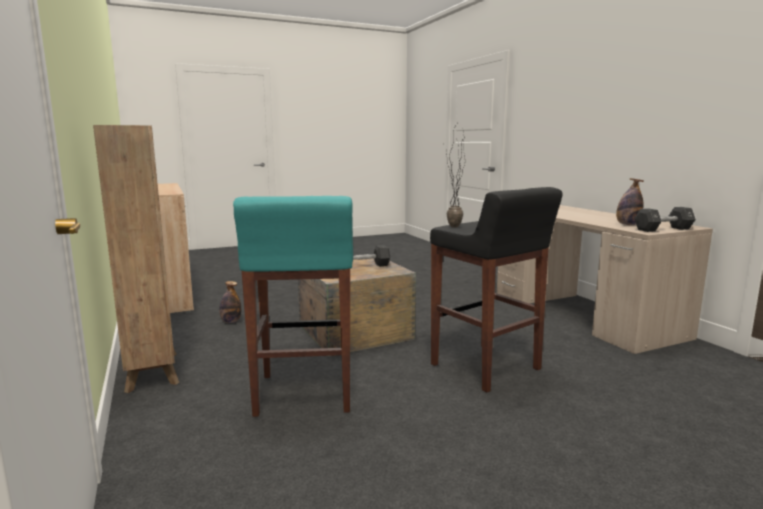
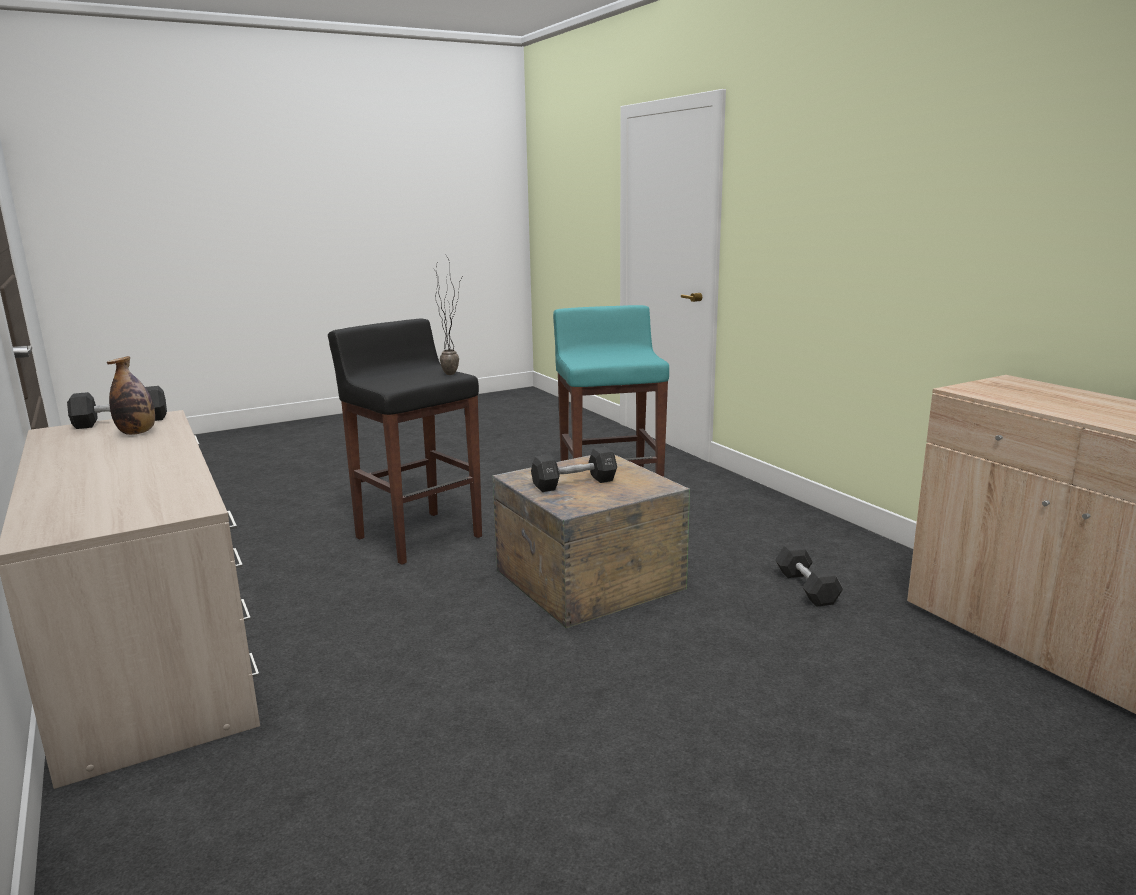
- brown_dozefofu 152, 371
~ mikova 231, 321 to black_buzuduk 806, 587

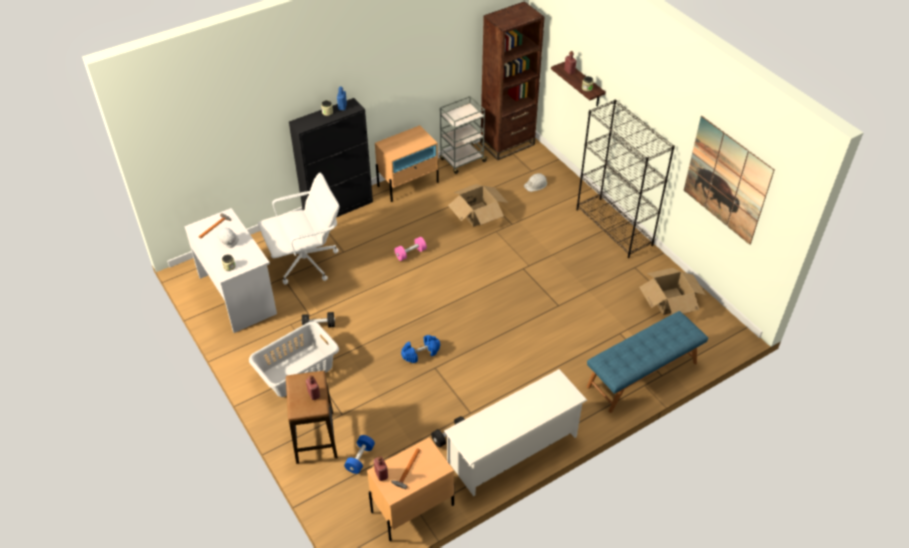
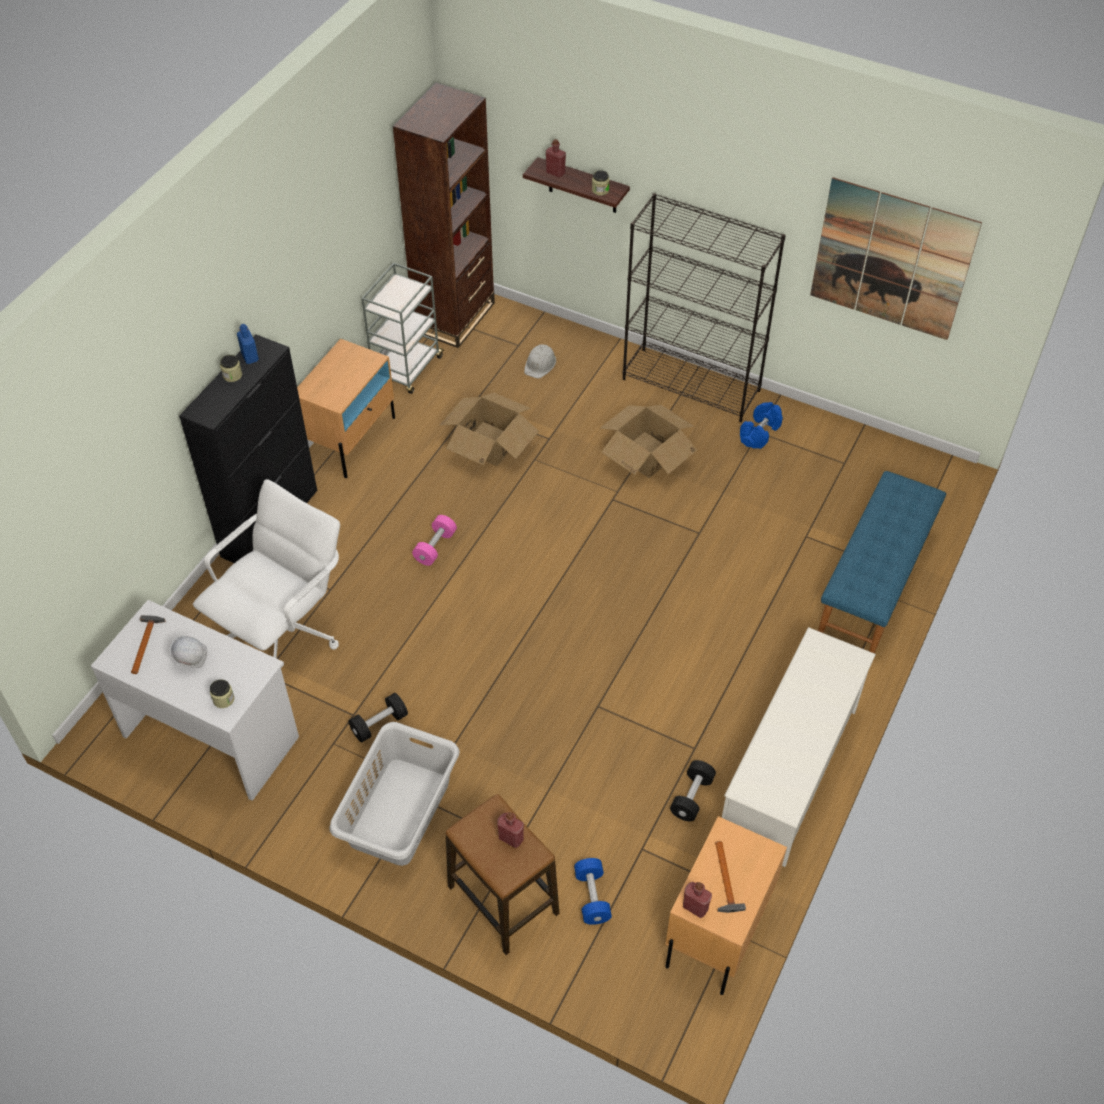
~ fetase 670, 301 to 647, 454
~ blue_buzuduk 421, 353 to 759, 432

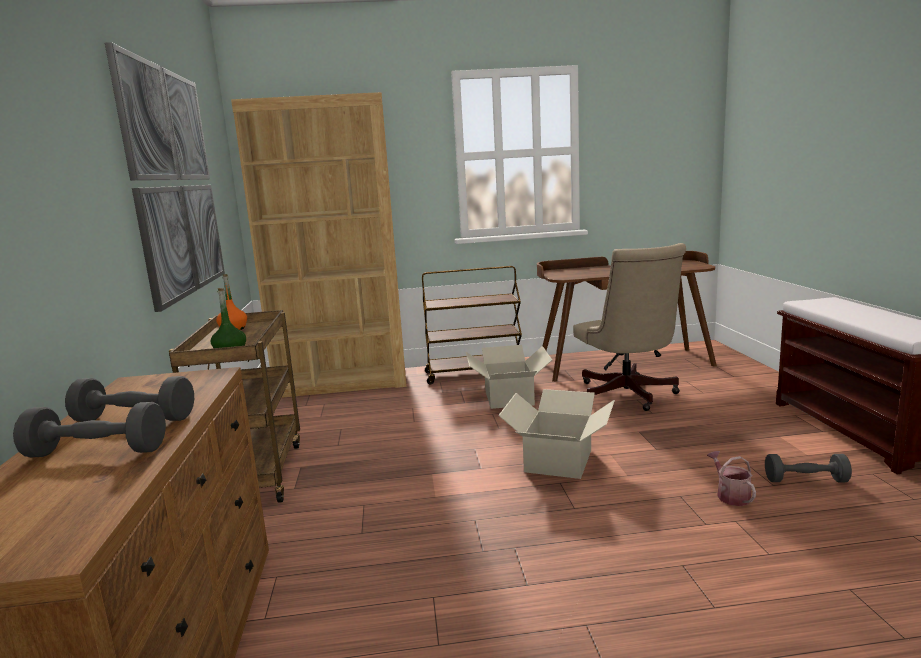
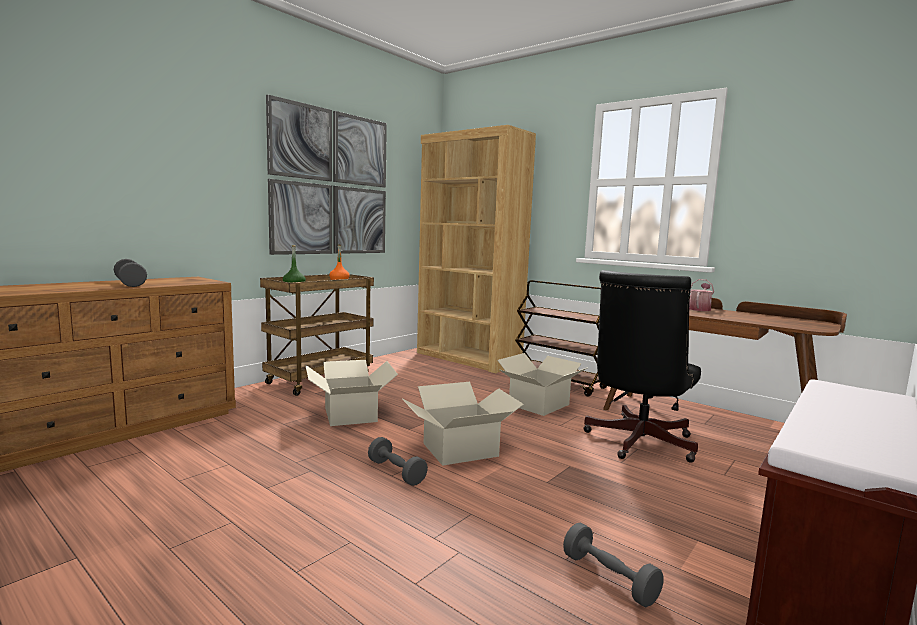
~ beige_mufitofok 628, 396 to black_mufitofok 637, 443
~ grey_buzuduk 97, 452 to 396, 472
~ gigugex 730, 495 to 699, 309
+ fetase 351, 414

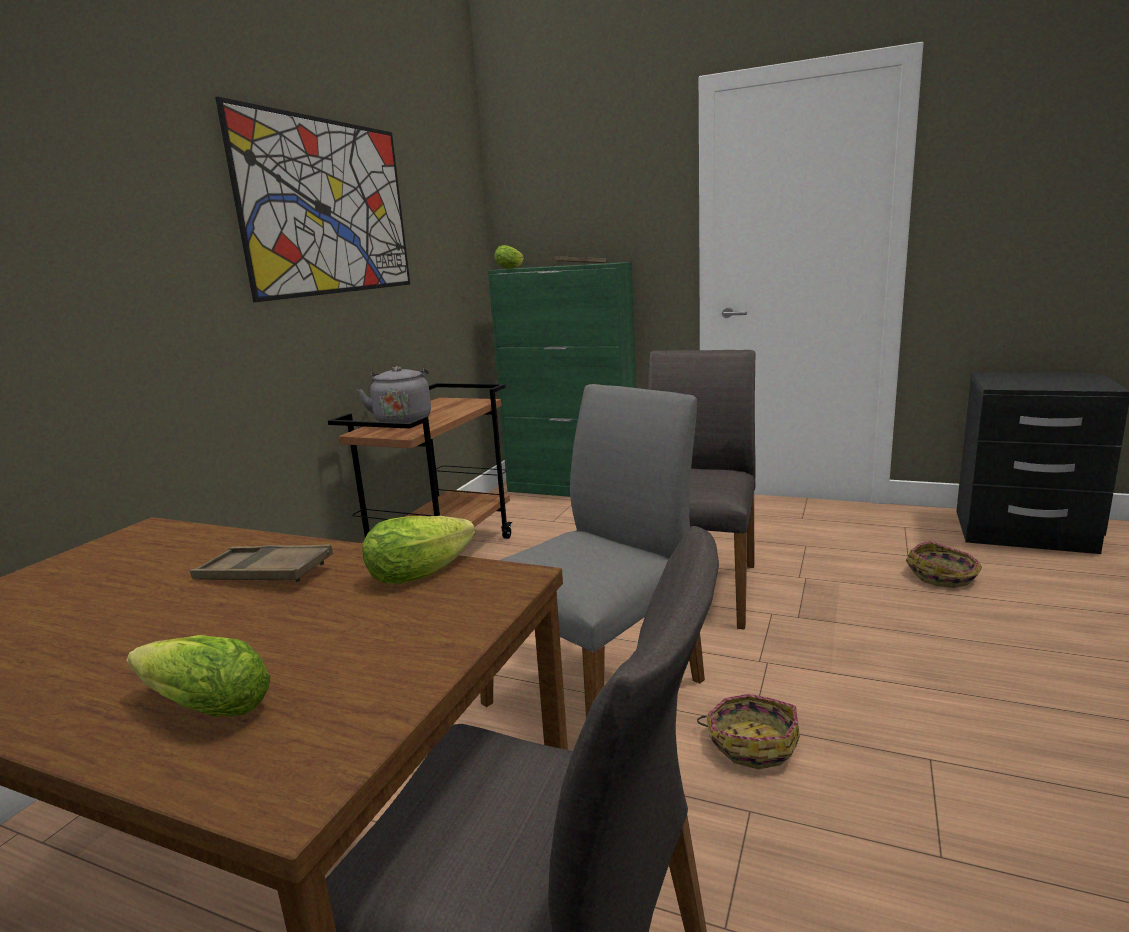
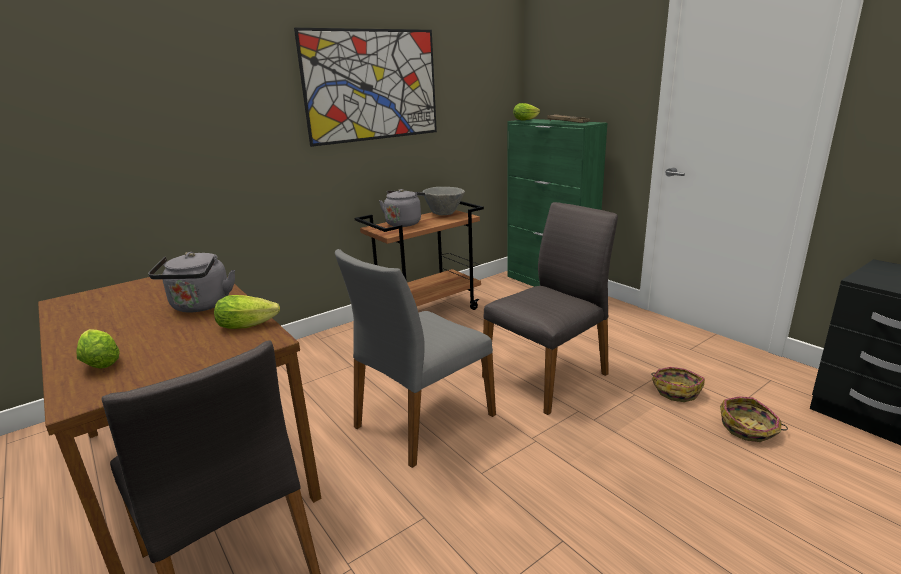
~ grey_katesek 599, 691 = 422, 420 150 degrees clockwise
~ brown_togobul 264, 573 to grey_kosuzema 200, 306
~ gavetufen 751, 743 to 676, 390
+ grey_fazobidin 444, 214

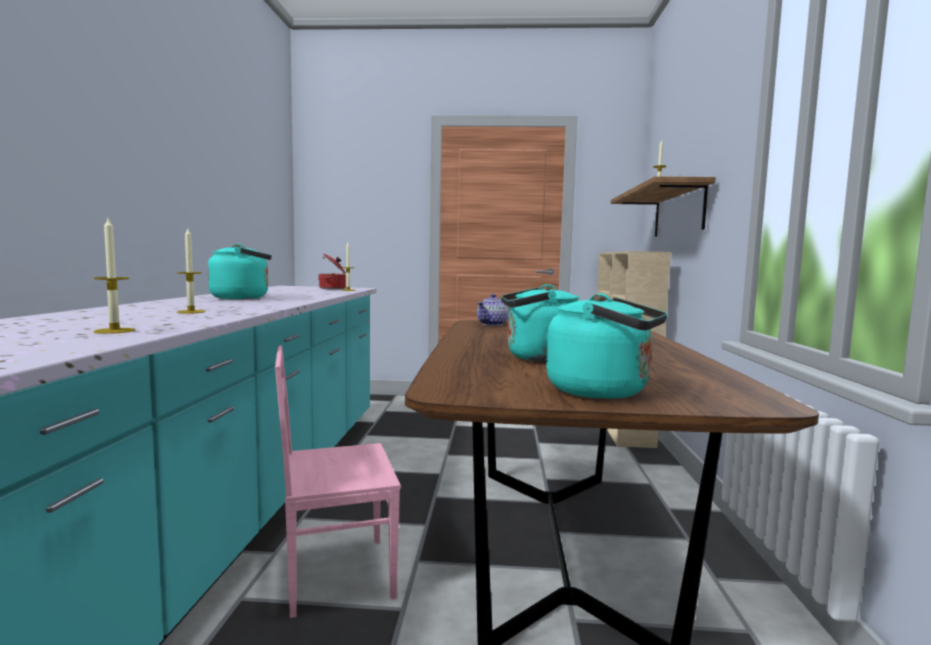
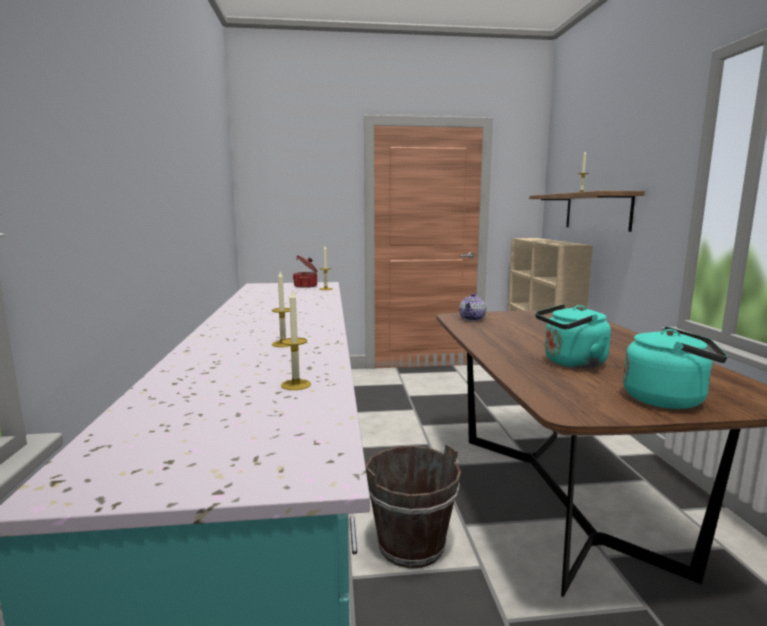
- turquoise_kosuzema 244, 298
~ pink_katesek 337, 574 to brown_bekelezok 411, 545

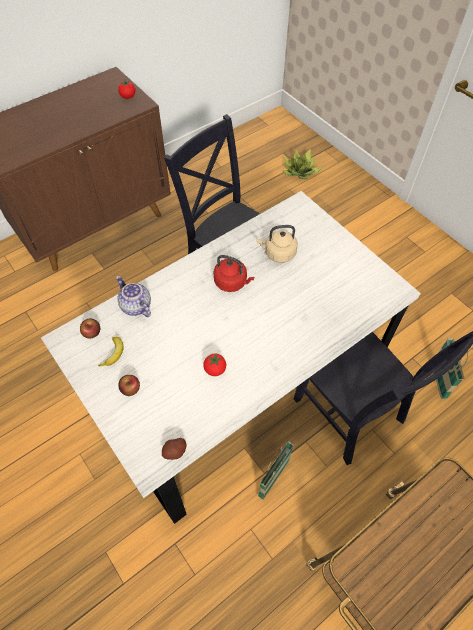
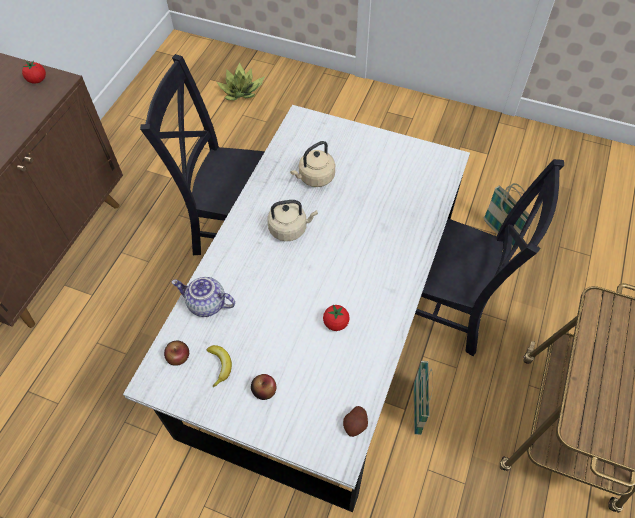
~ red_kosuzema 232, 282 to beige_kosuzema 290, 229

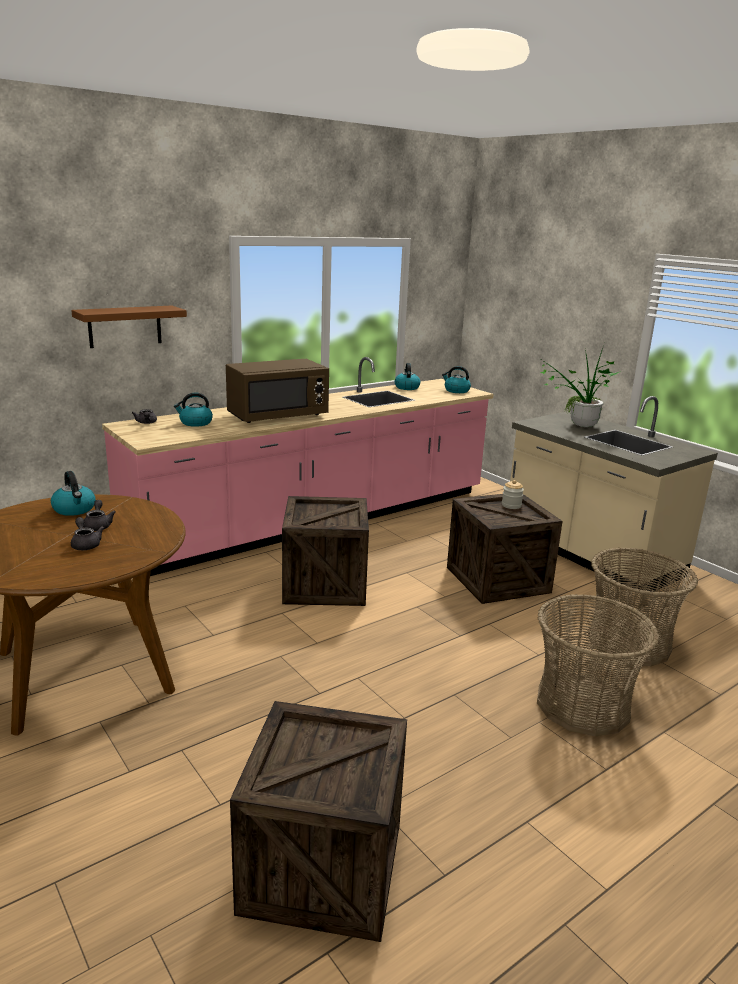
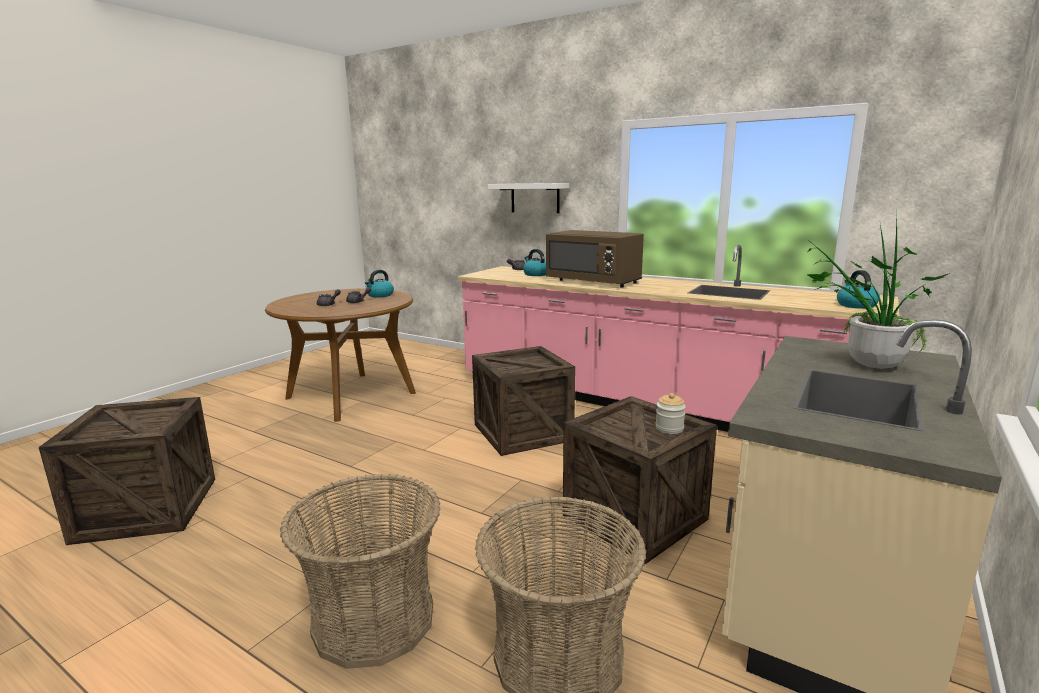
~ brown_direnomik 125, 326 to white_direnomik 535, 198
- kosuzema 406, 387

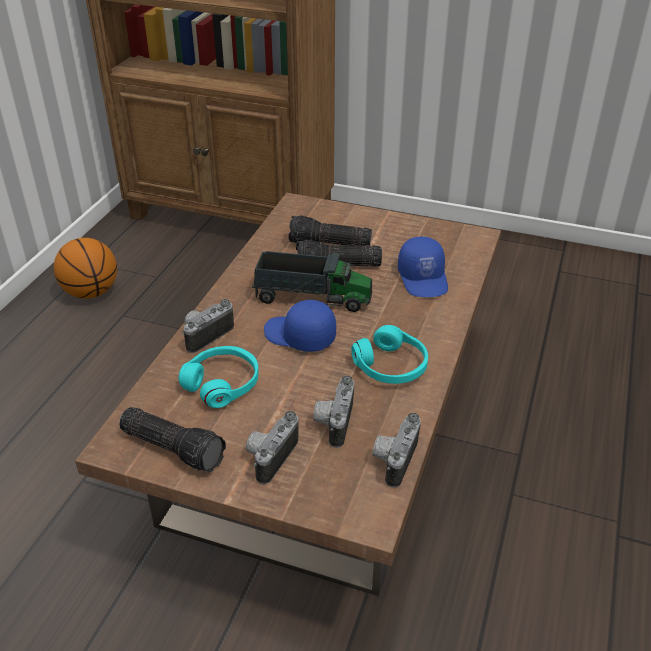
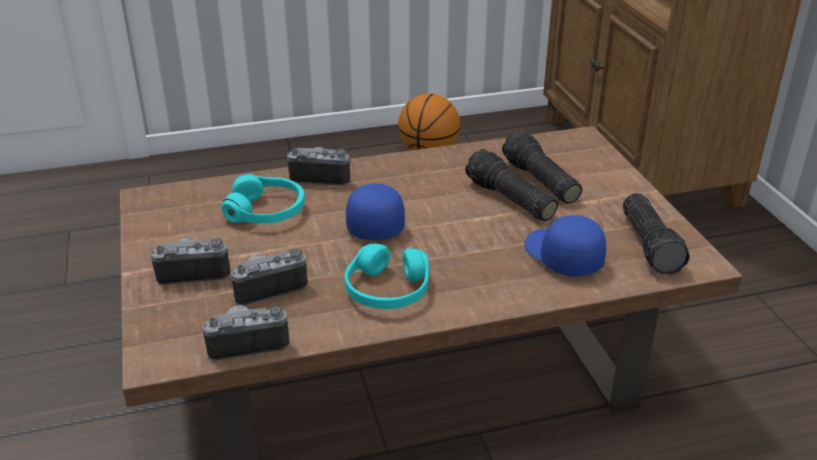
~ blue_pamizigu 424, 279 = 561, 257 105 degrees clockwise
- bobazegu 312, 297
~ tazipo 174, 447 to 651, 245

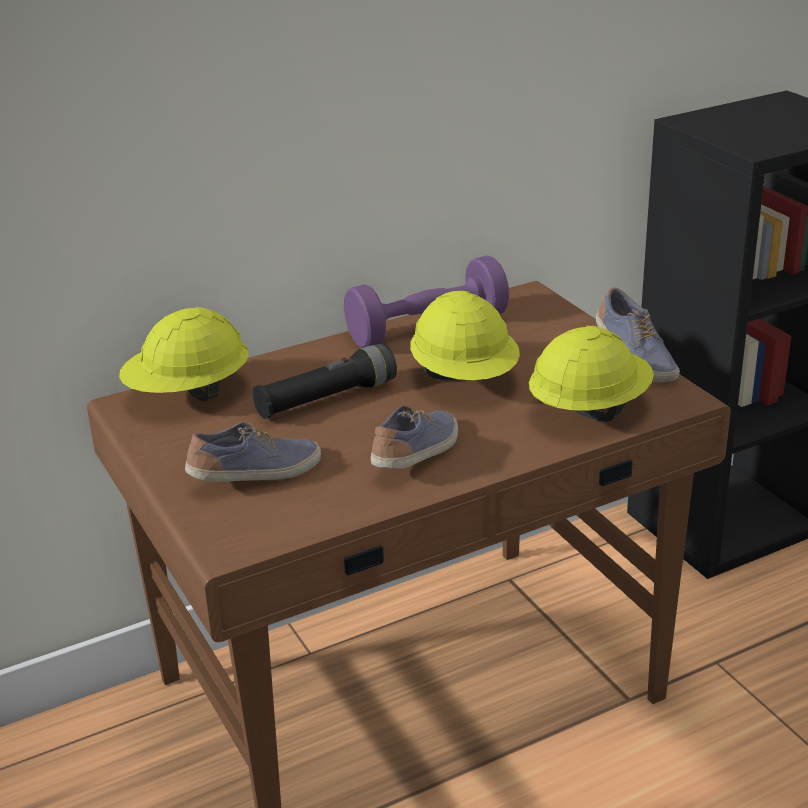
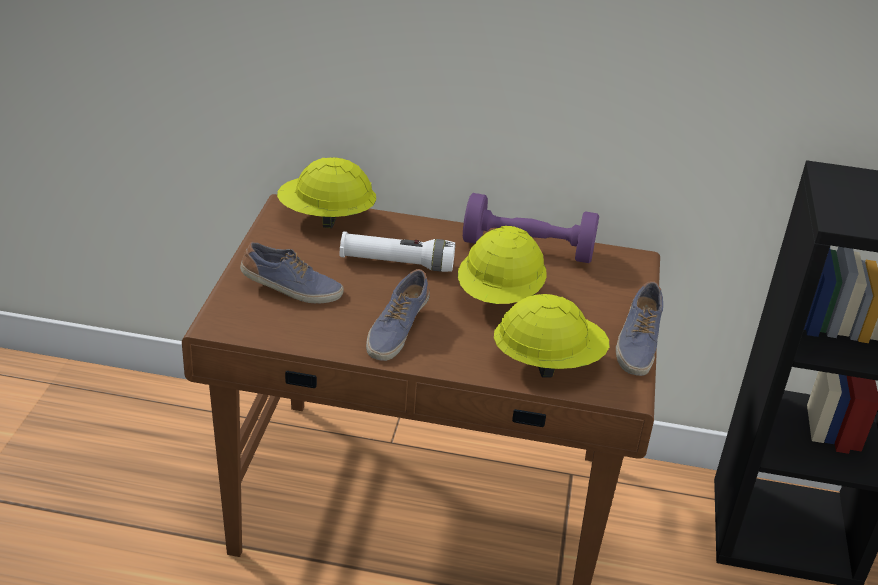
~ black_tazipo 326, 399 to white_tazipo 397, 263
~ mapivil 418, 455 = 396, 330 135 degrees clockwise

